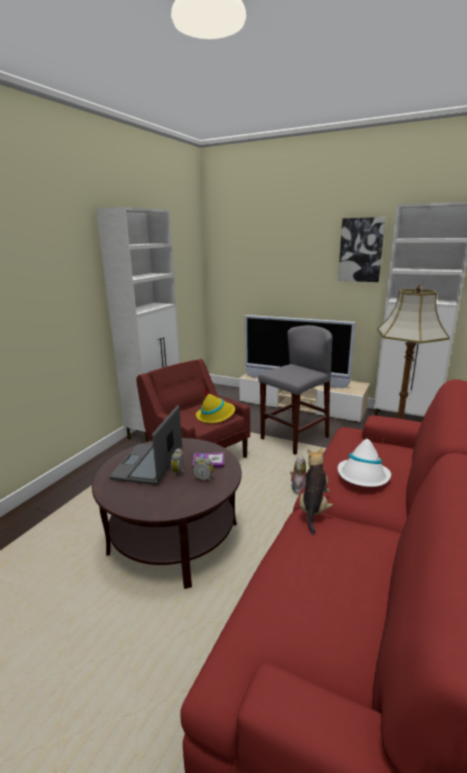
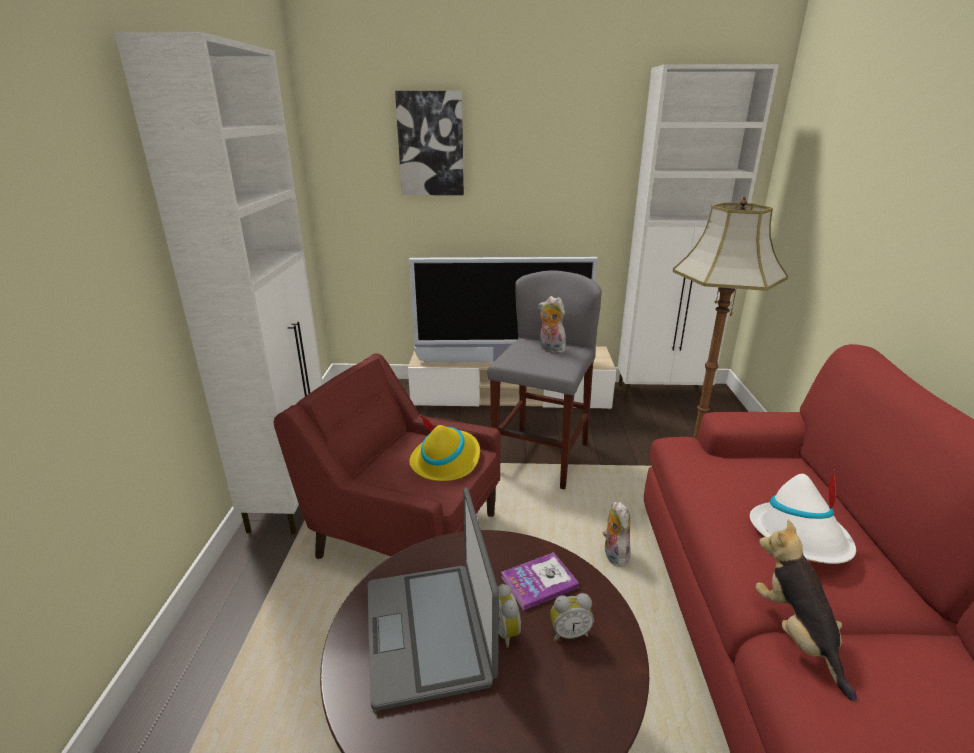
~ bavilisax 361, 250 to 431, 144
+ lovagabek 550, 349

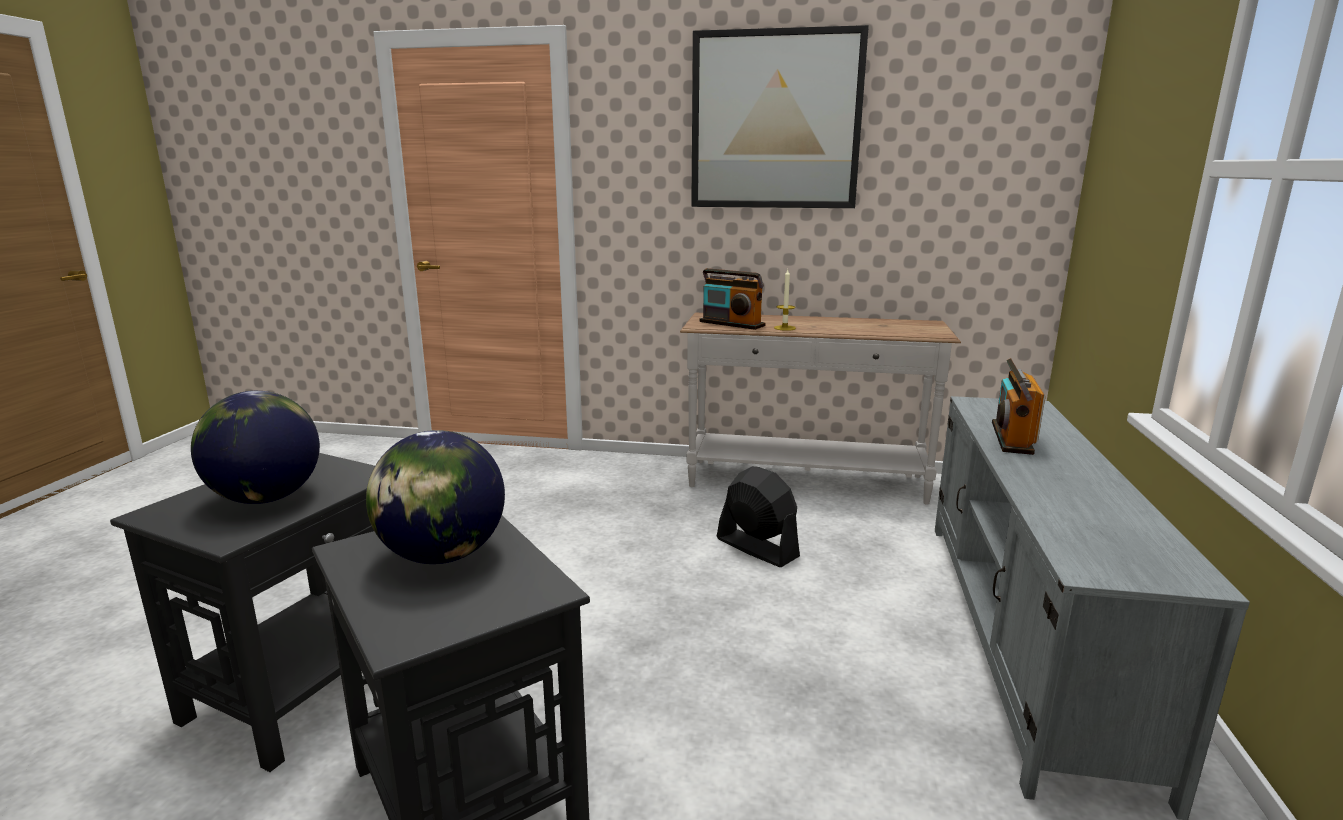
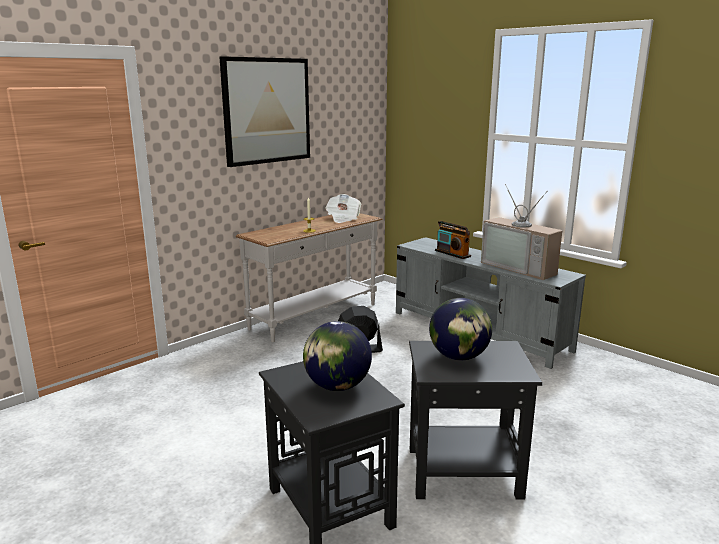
- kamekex 731, 324
+ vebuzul 521, 267
+ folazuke 343, 218

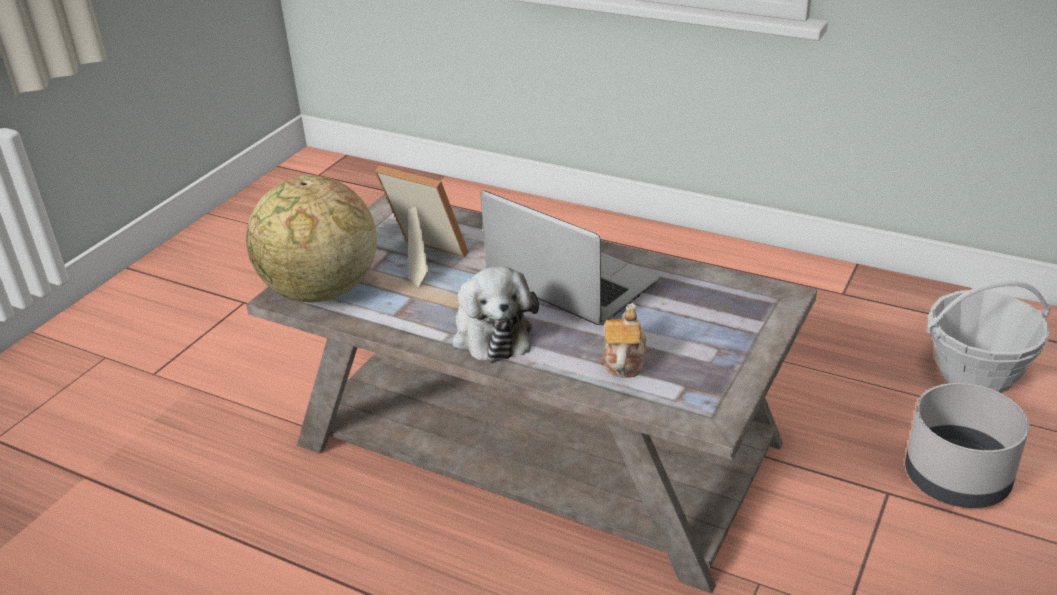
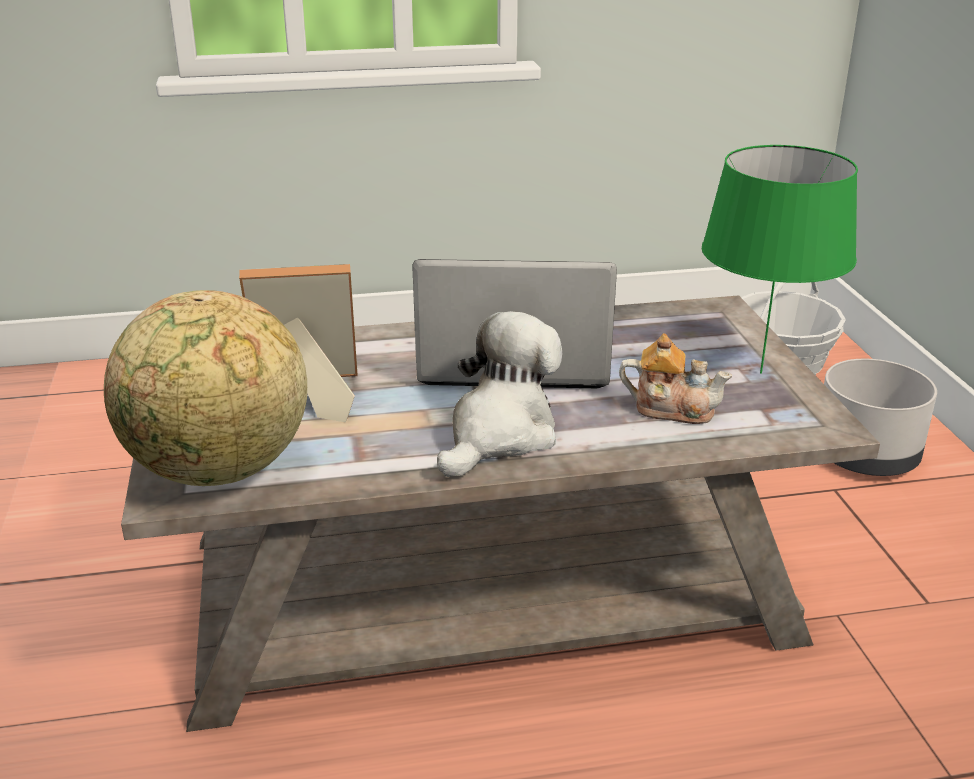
~ lovagabek 491, 332 = 499, 435 90 degrees counterclockwise
~ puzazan 623, 360 = 672, 408 135 degrees clockwise
+ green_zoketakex 759, 373

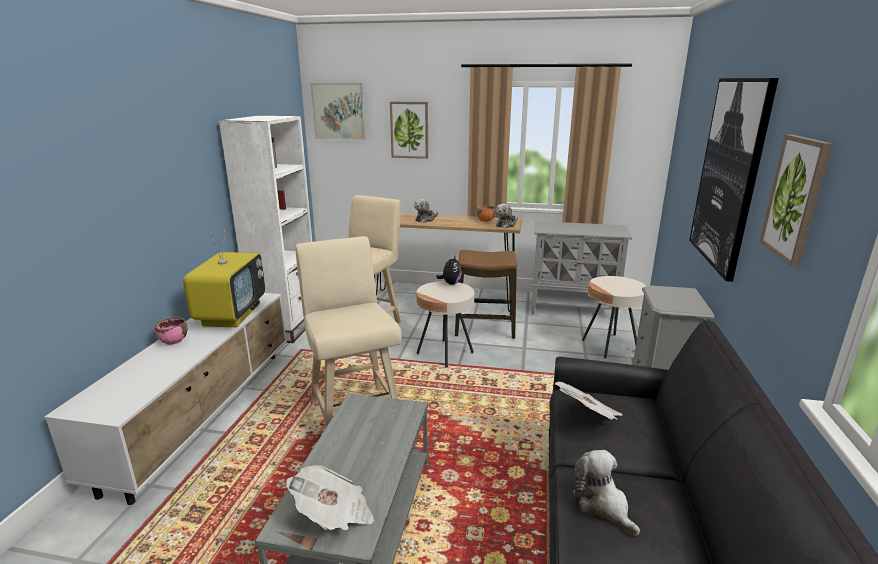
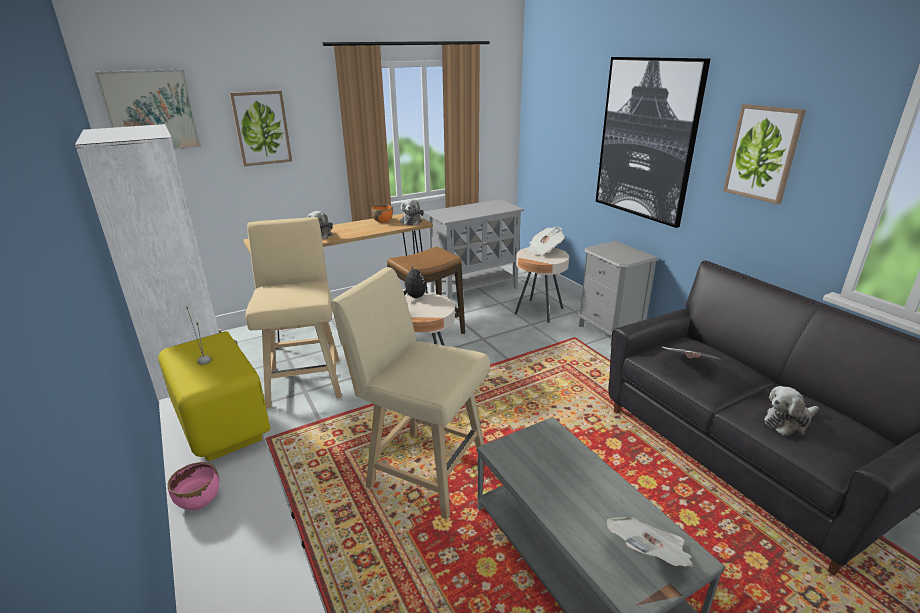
~ lovagabek 603, 505 = 788, 422 45 degrees counterclockwise
+ folazuke 543, 251

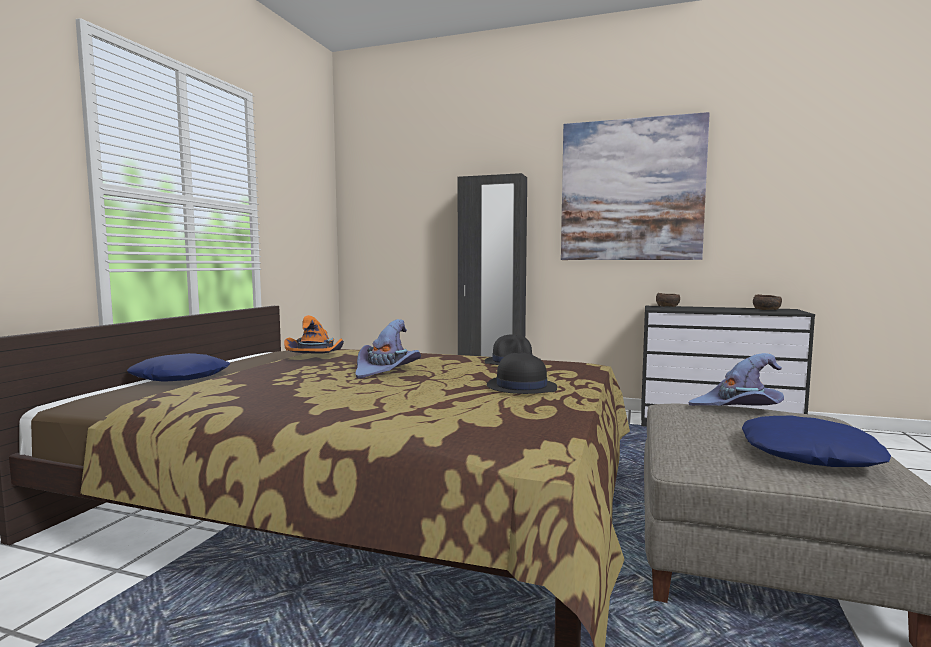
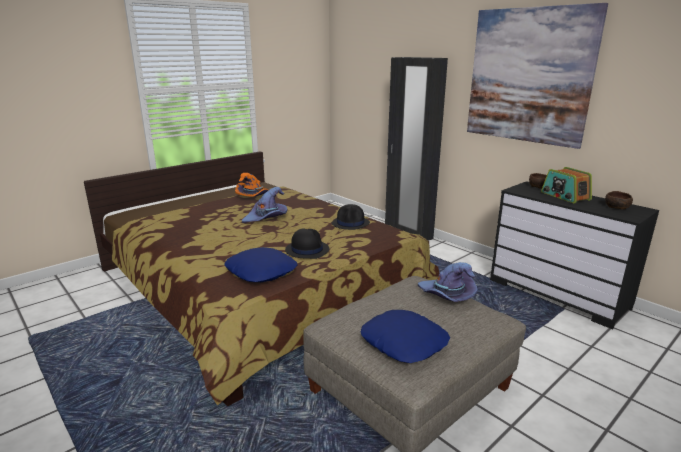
~ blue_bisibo 181, 377 to 261, 271
+ kamekex 565, 196

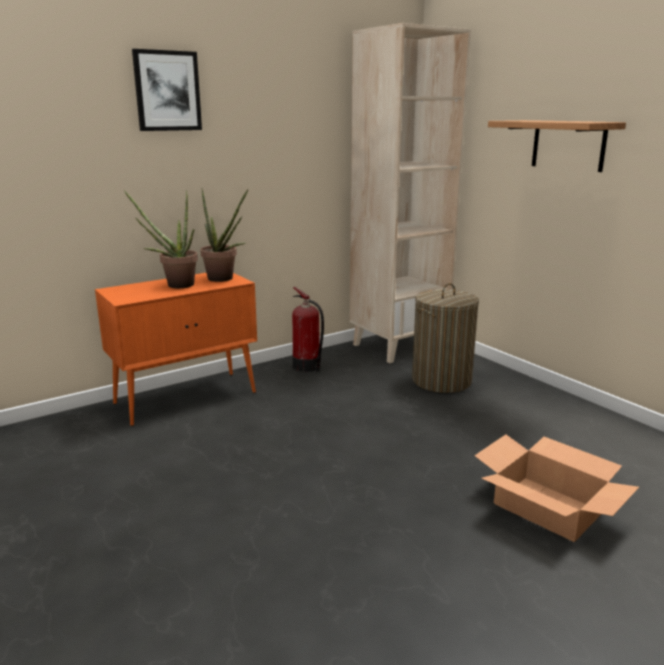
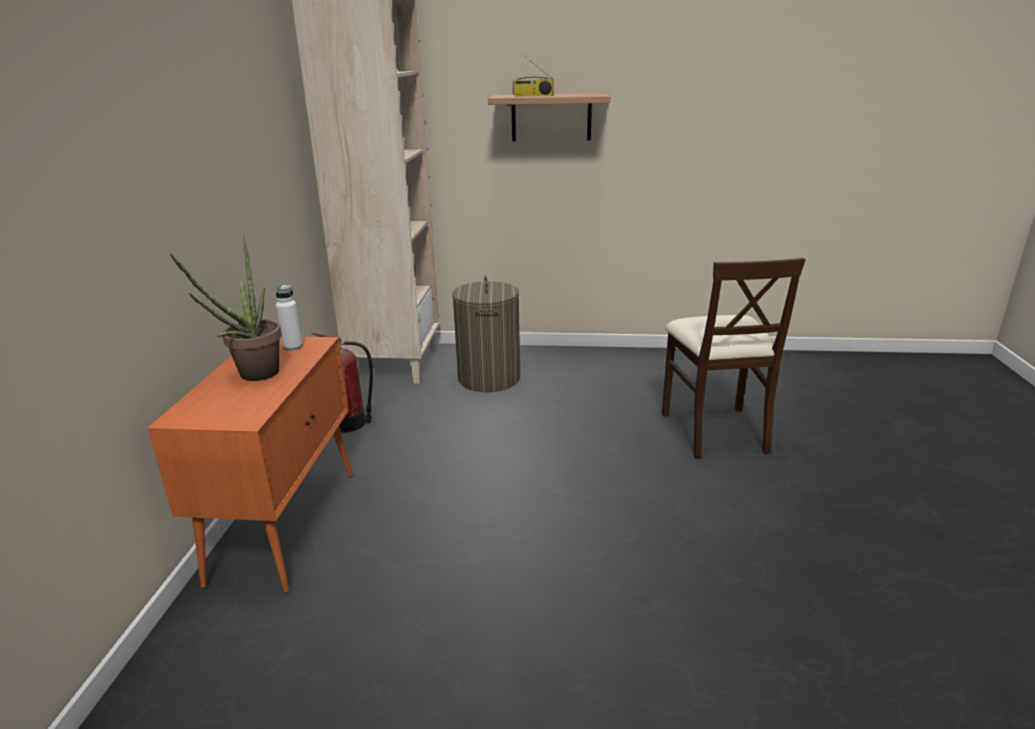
- bavilisax 167, 91
~ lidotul 224, 279 to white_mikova 293, 346
~ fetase 548, 507 to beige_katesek 714, 431
+ kamekex 532, 96

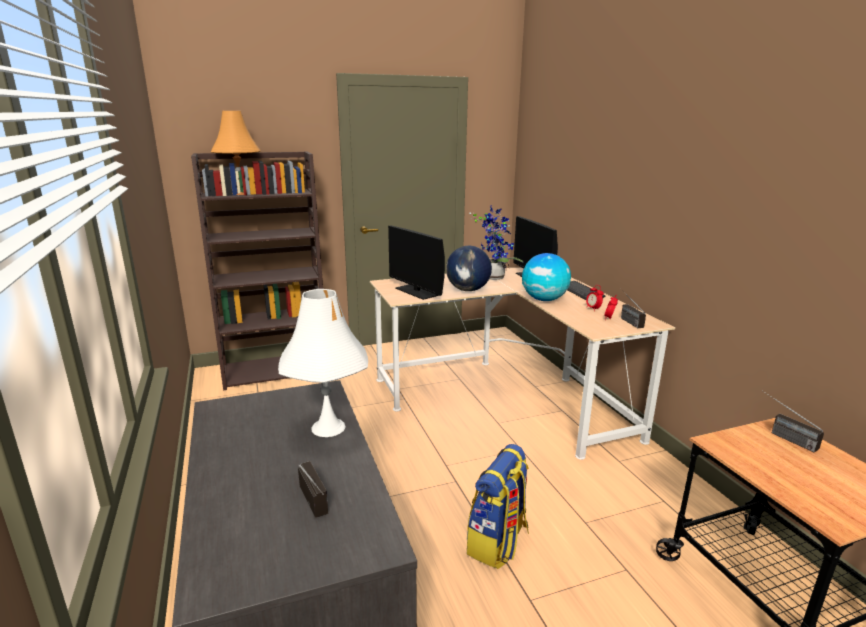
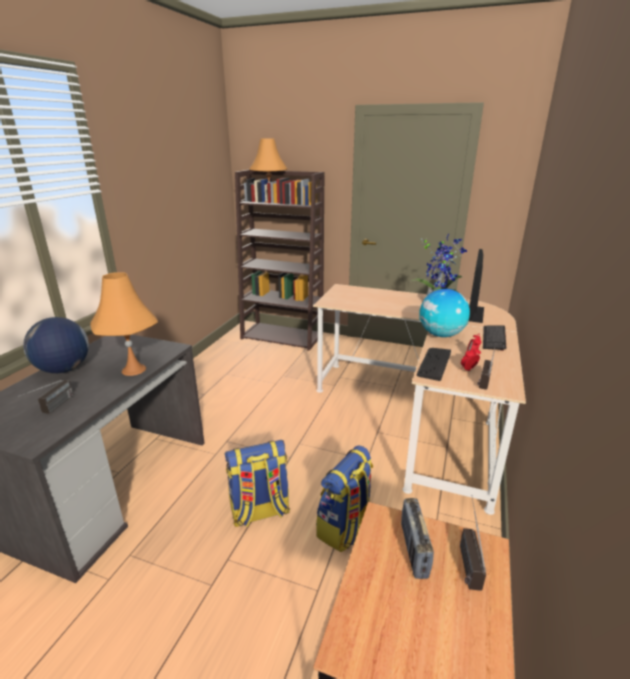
- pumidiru 416, 291
~ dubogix 468, 290 to 63, 370
~ white_zoketakex 328, 427 to orange_zoketakex 134, 369
+ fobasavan 434, 364
+ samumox 345, 527
+ kamekex 413, 550

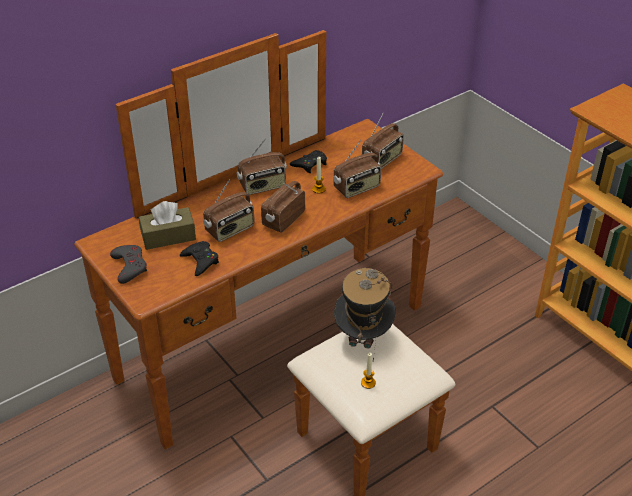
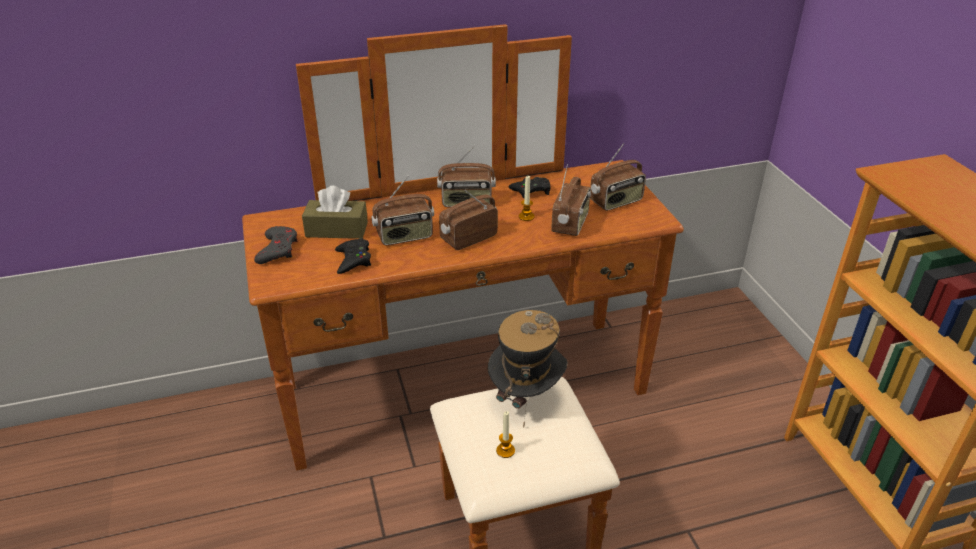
~ kamekex 357, 188 = 570, 224 60 degrees counterclockwise

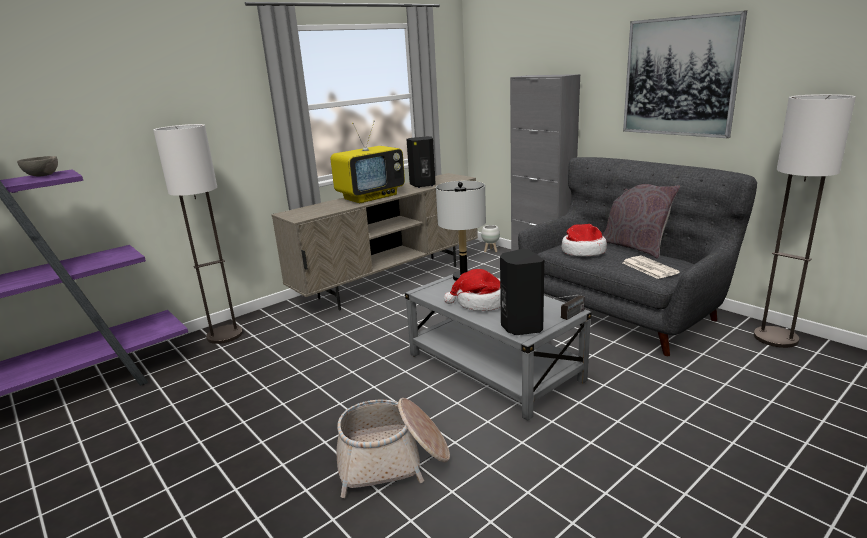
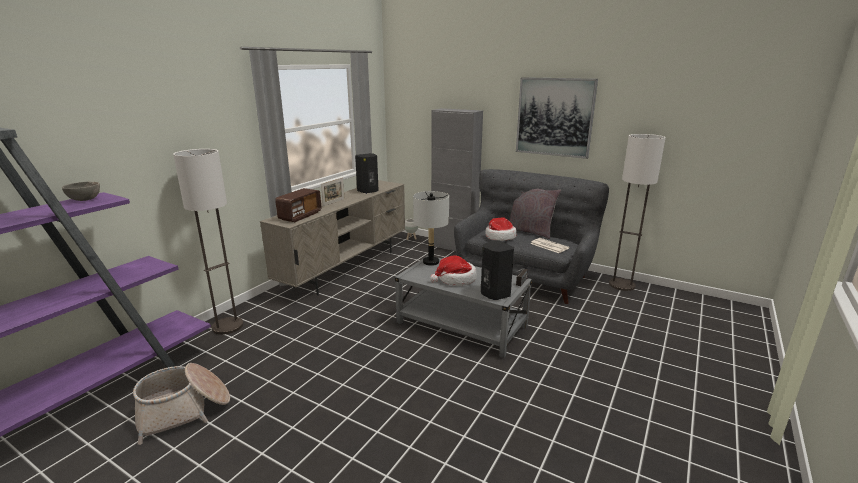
~ vebuzul 370, 196 to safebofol 333, 202
~ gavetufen 393, 461 to 184, 411
+ kamekex 300, 216

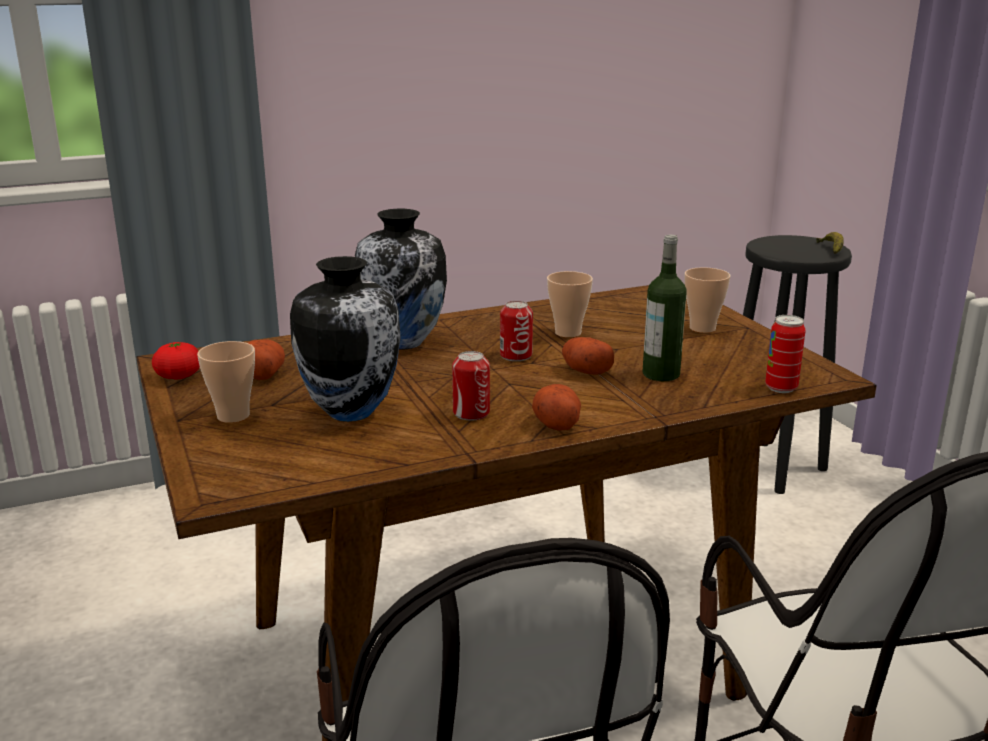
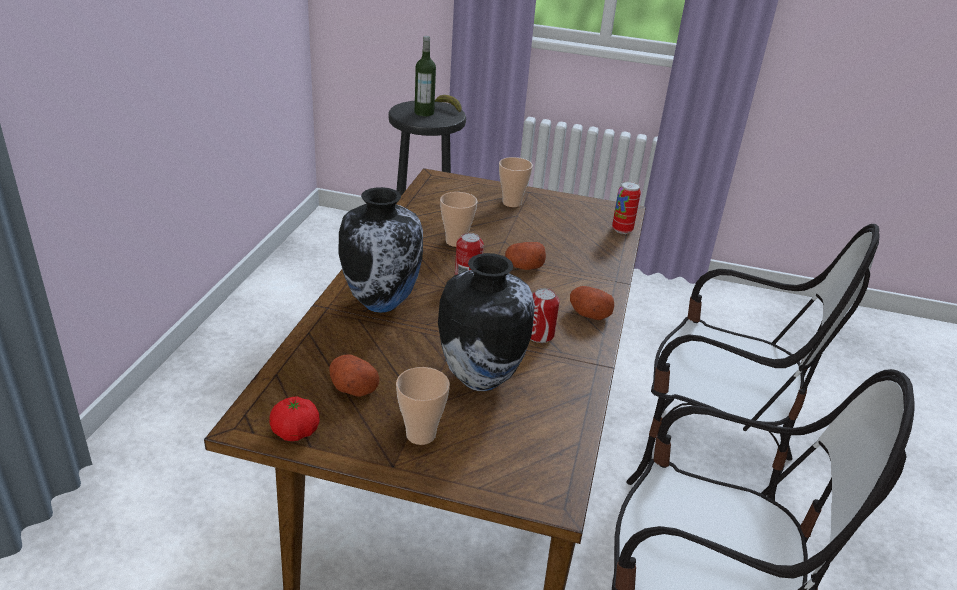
~ mikova 661, 374 to 424, 113

